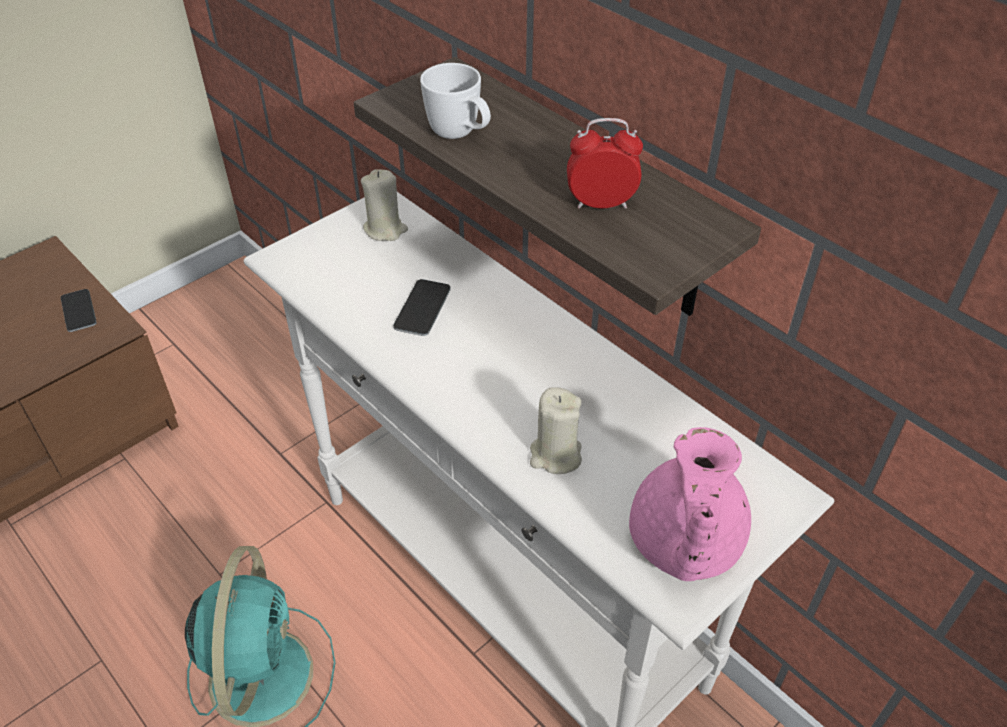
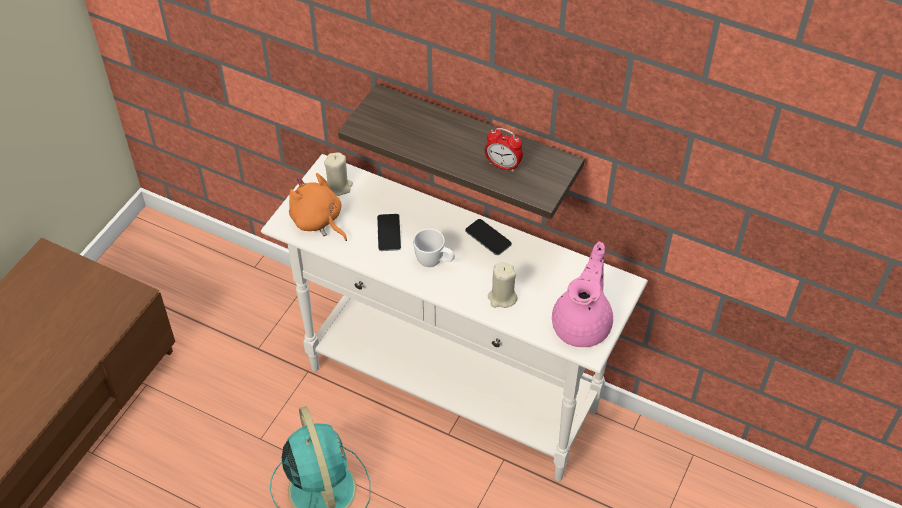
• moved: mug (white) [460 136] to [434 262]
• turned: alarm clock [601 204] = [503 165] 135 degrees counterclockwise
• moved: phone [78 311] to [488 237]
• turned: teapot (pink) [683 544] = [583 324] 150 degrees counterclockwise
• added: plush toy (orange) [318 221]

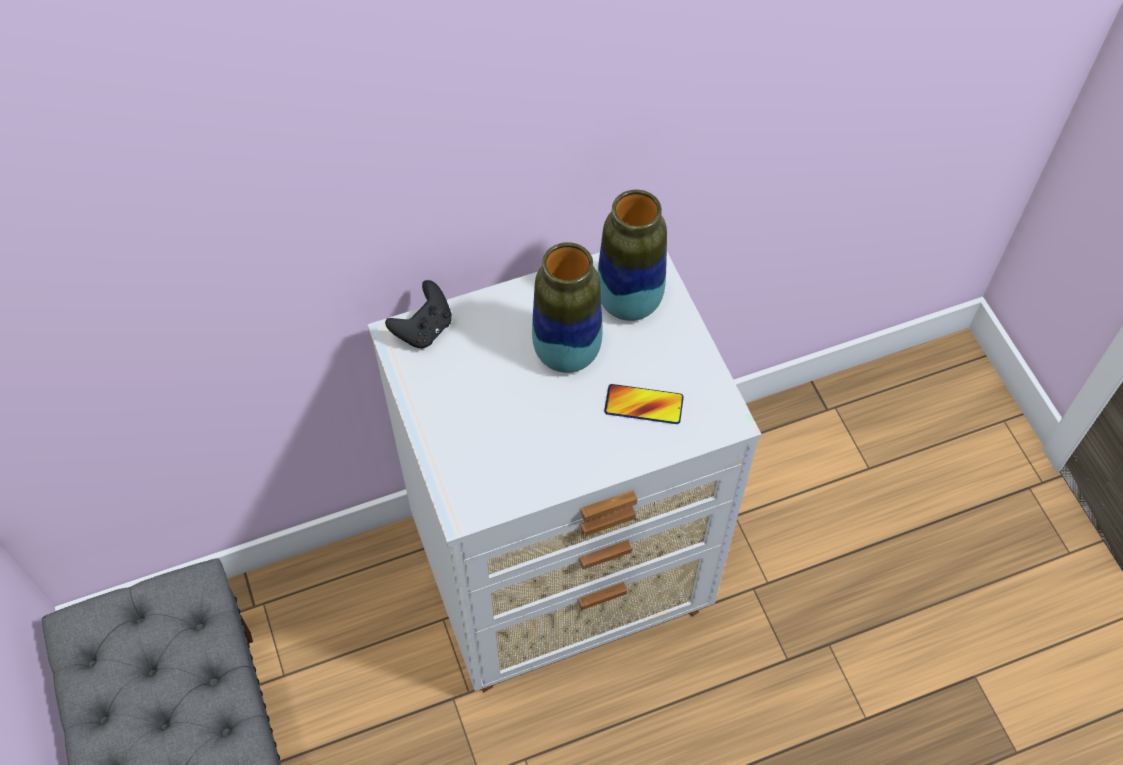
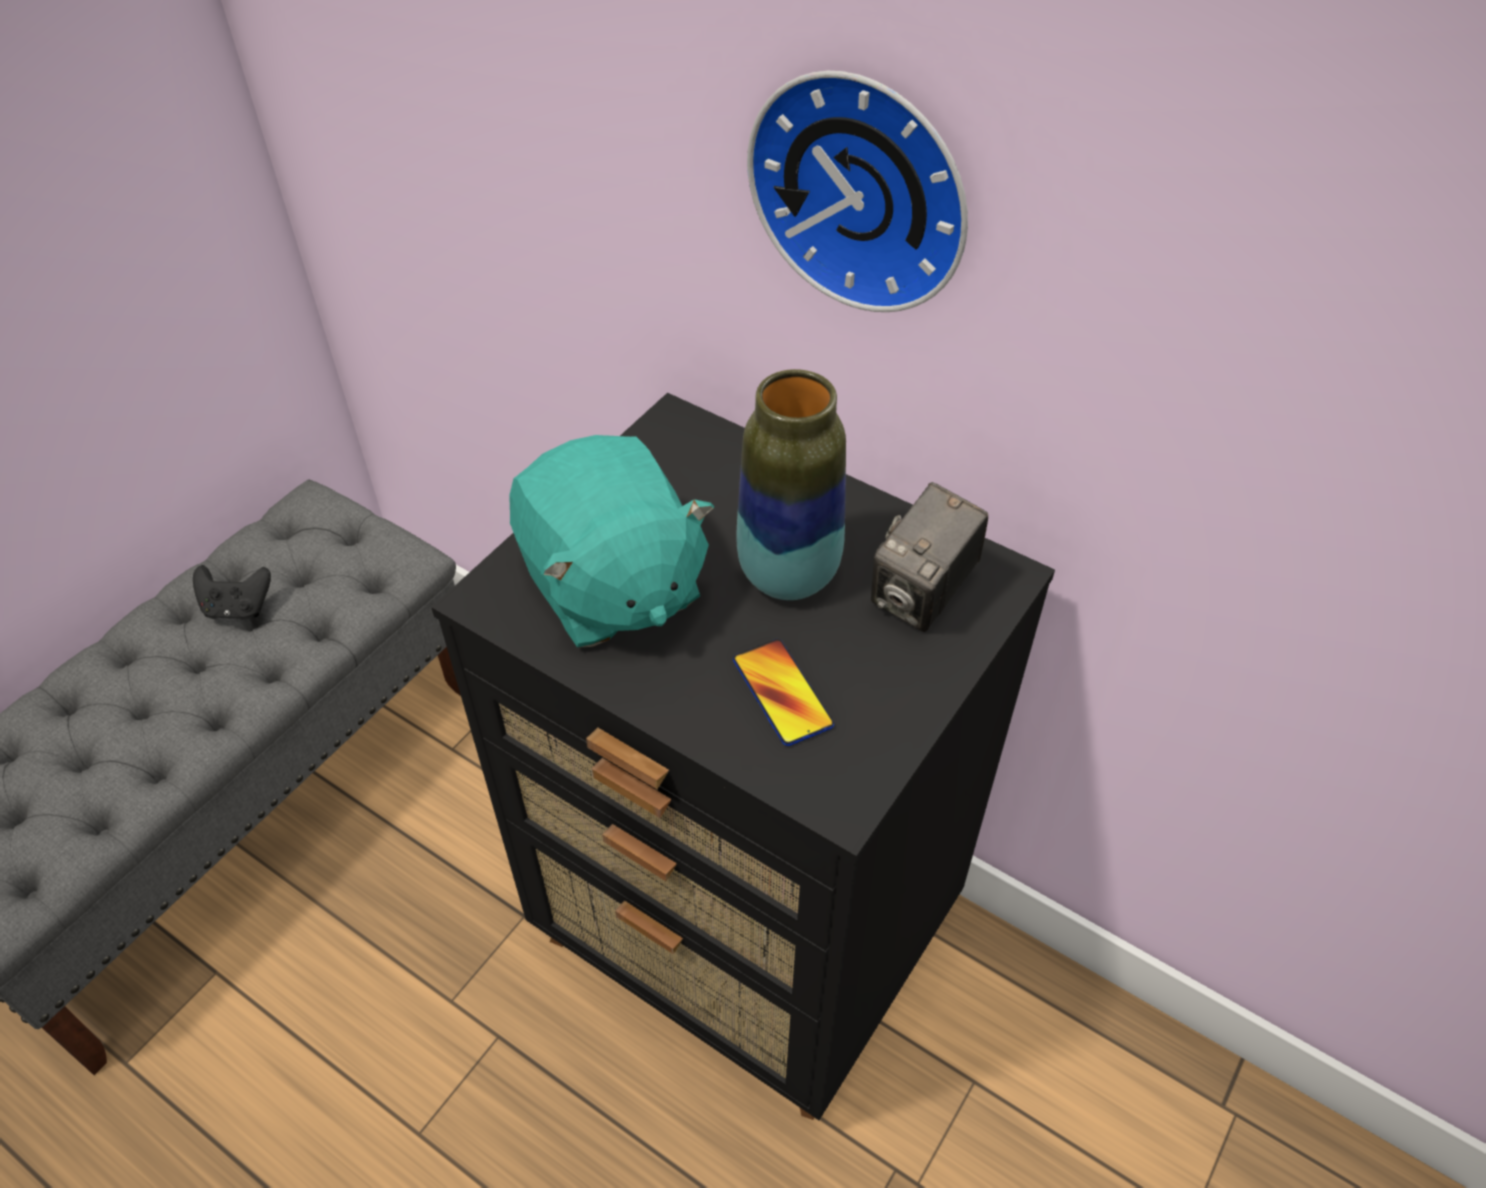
• replaced: vase [629 302] to photo camera [922 595]
• recoloured: dresser (white) [563 572] to dresser (black) [749 930]
• moved: game controller (black) [424 329] to [238 608]
• added: wall clock [864 188]
• added: plush toy (turquoise) [611 586]

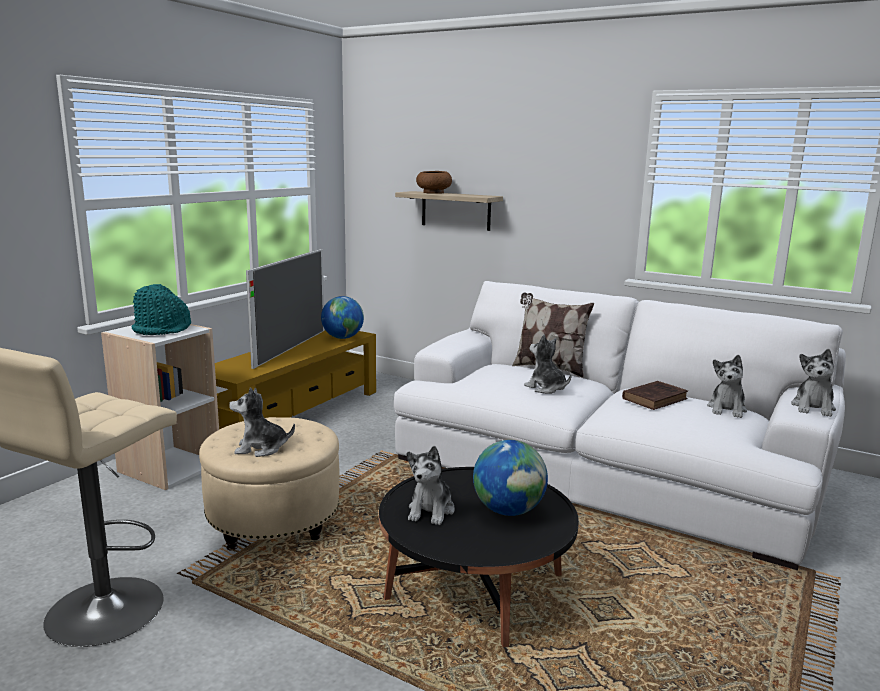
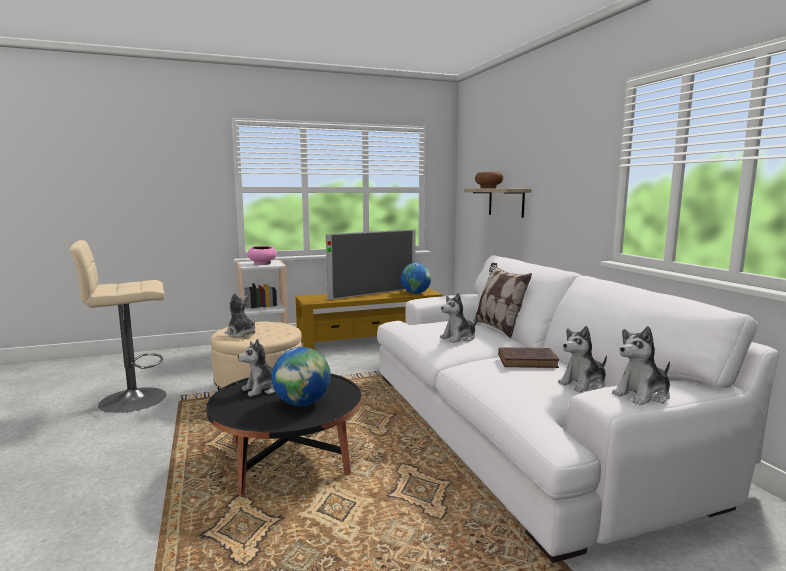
• replaced: hat (turquoise) [163 330] to bowl (pink) [262 263]
• turned: plush toy [546 388] = [459 338] 120 degrees counterclockwise

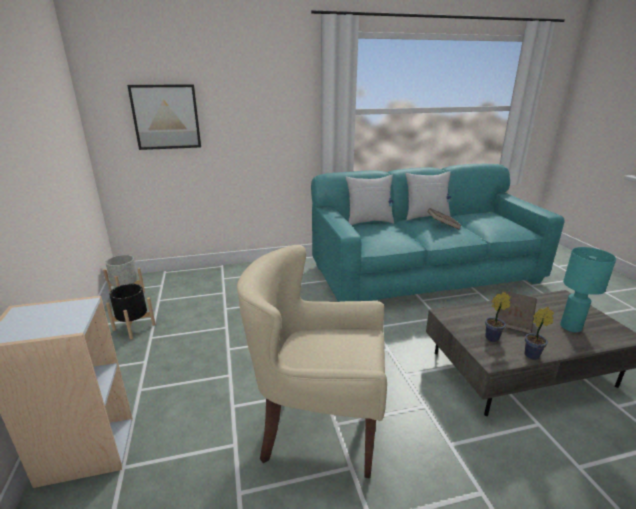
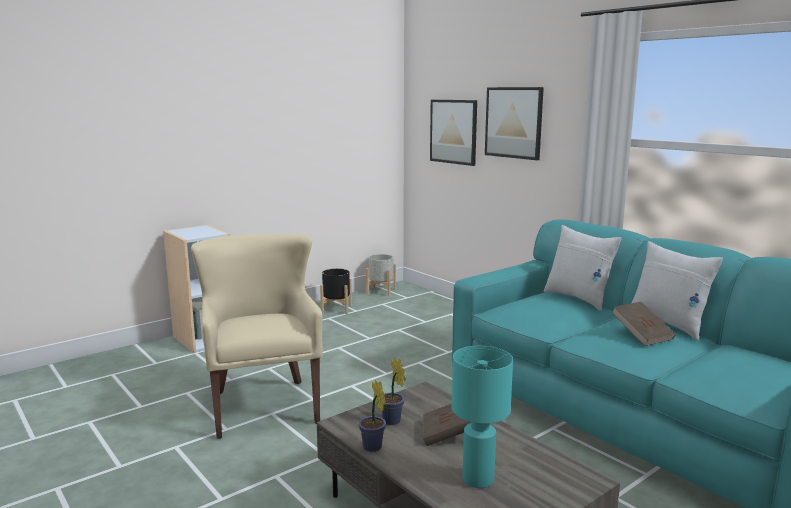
• added: picture [513 122]

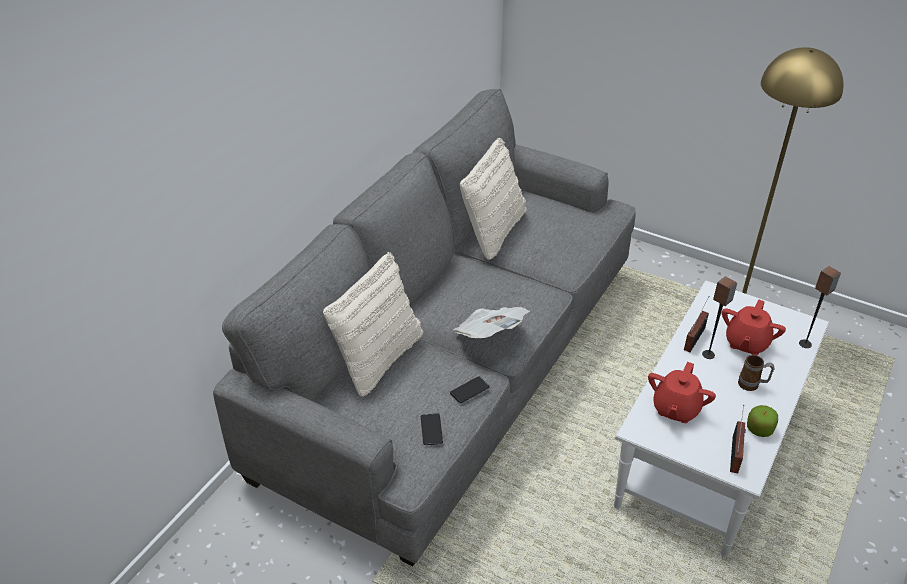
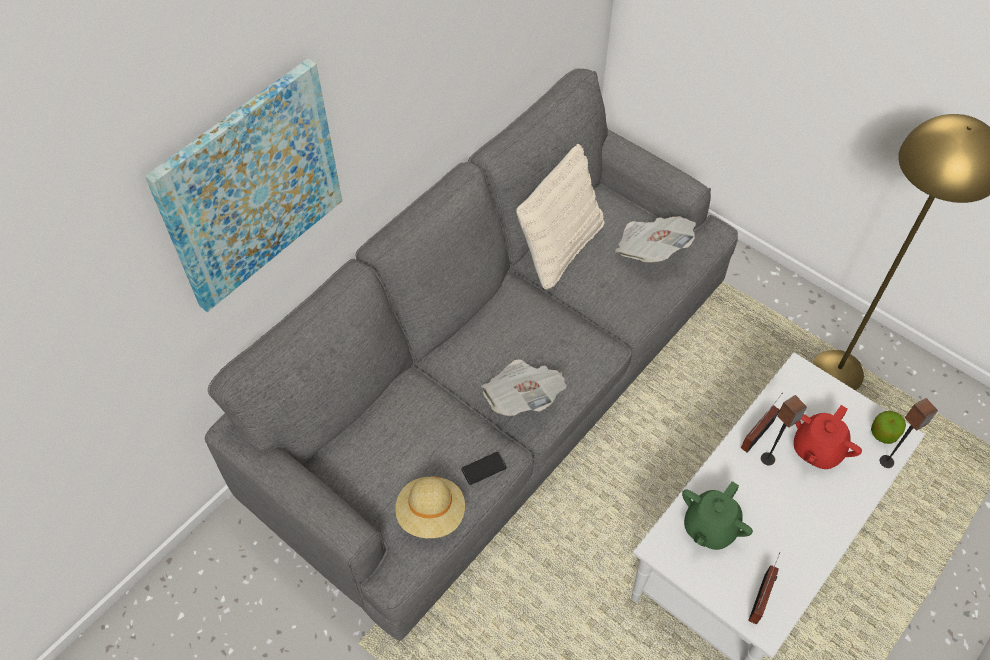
• removed: pillow (beige) [379 360]
• removed: mug [752 385]
• recoloured: teapot (red) [675 409] to teapot (green) [709 527]
• moved: apple [759 429] to [883 433]
• replaced: phone [431 429] to hat (beige) [431 514]
• added: picture [251 186]
• added: newspaper [651 250]

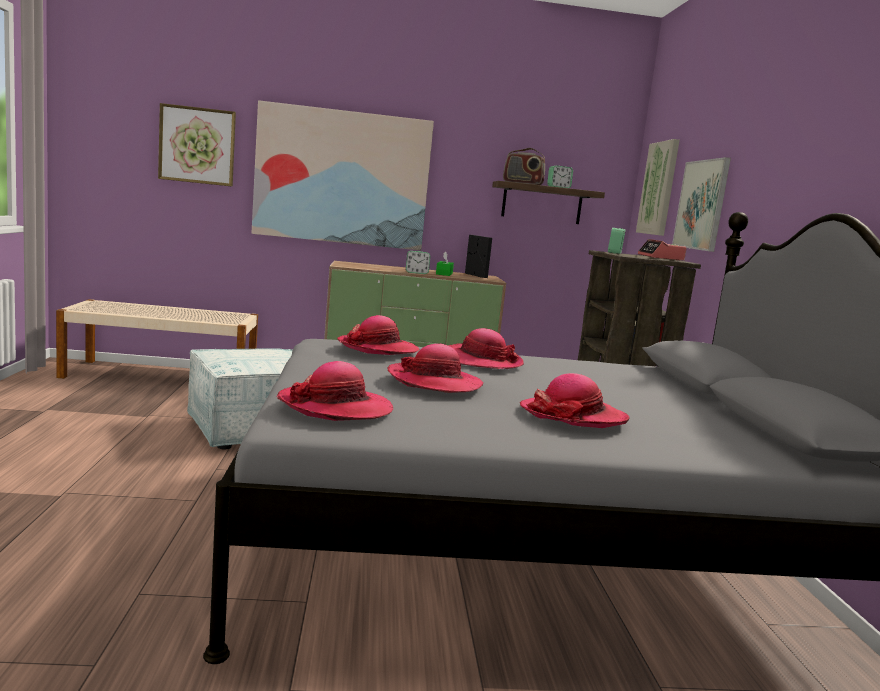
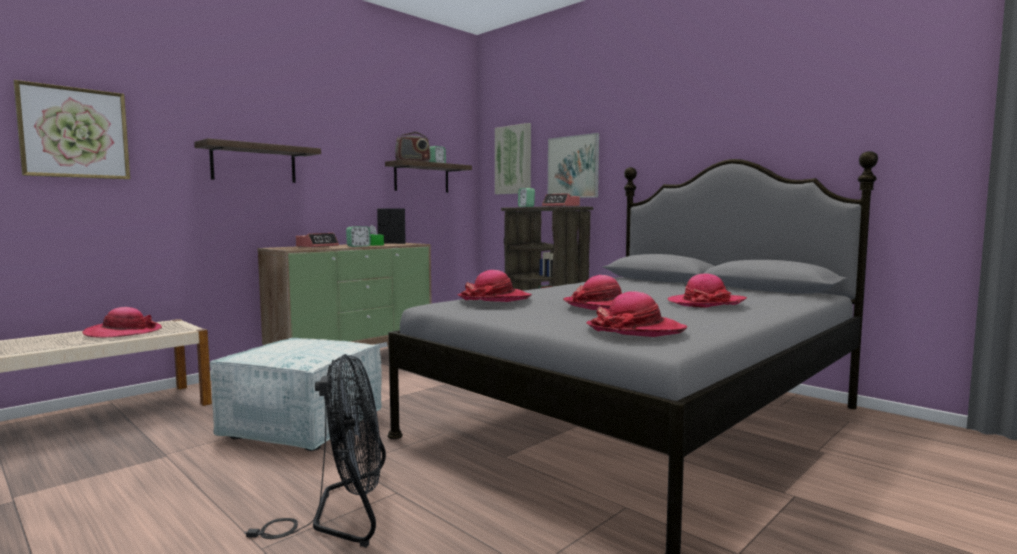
• replaced: picture [342 177] to shelf [254 164]
• moved: hat [481 361] to [123 332]
• added: alarm clock [317 246]
• added: fan (black) [341 511]

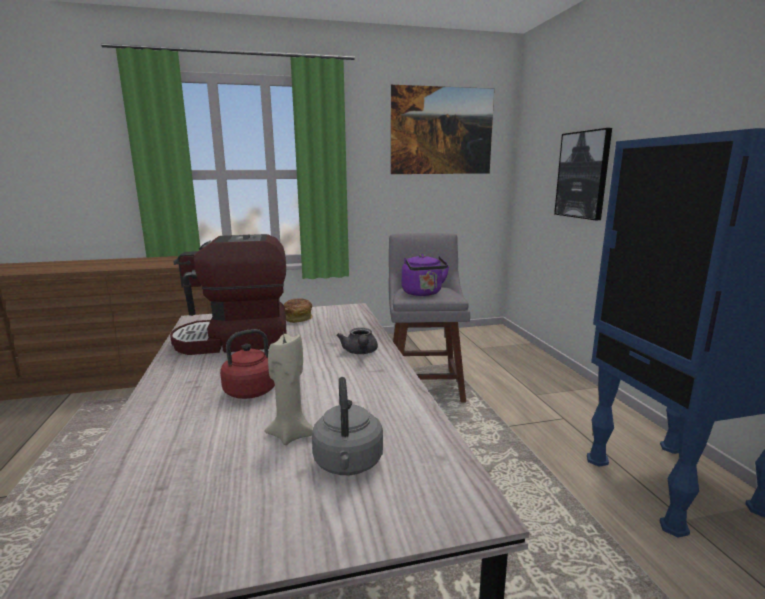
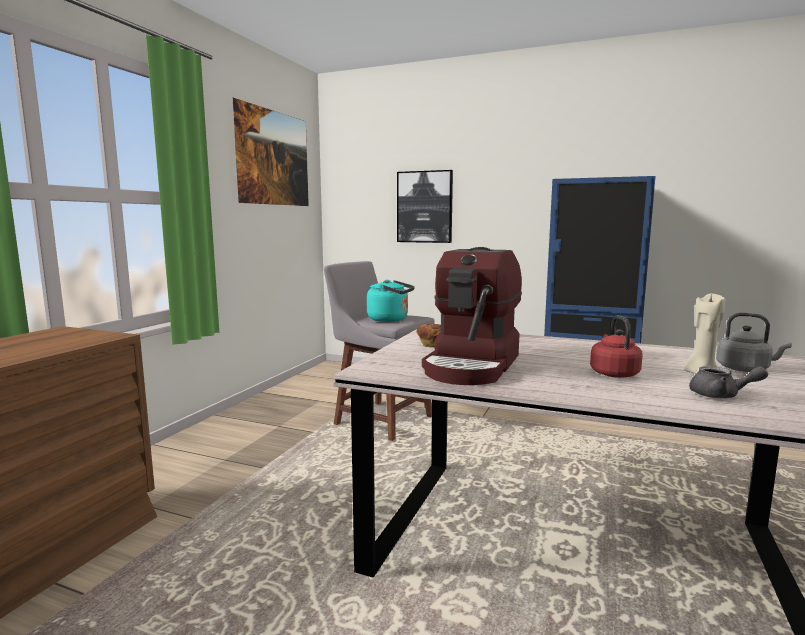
• recoloured: kettle (purple) [423 293] to kettle (turquoise) [390 319]
• moved: teapot (grey) [360 352] to [721 395]

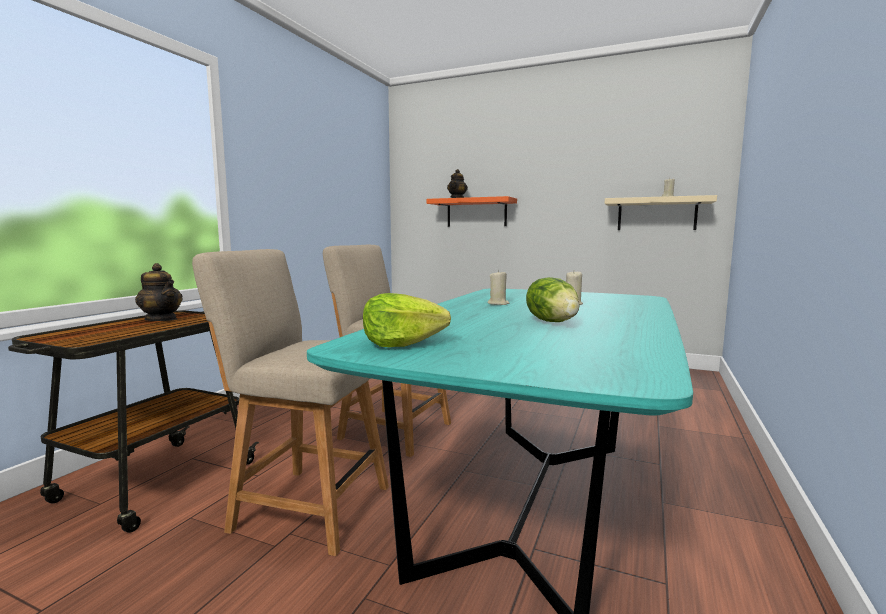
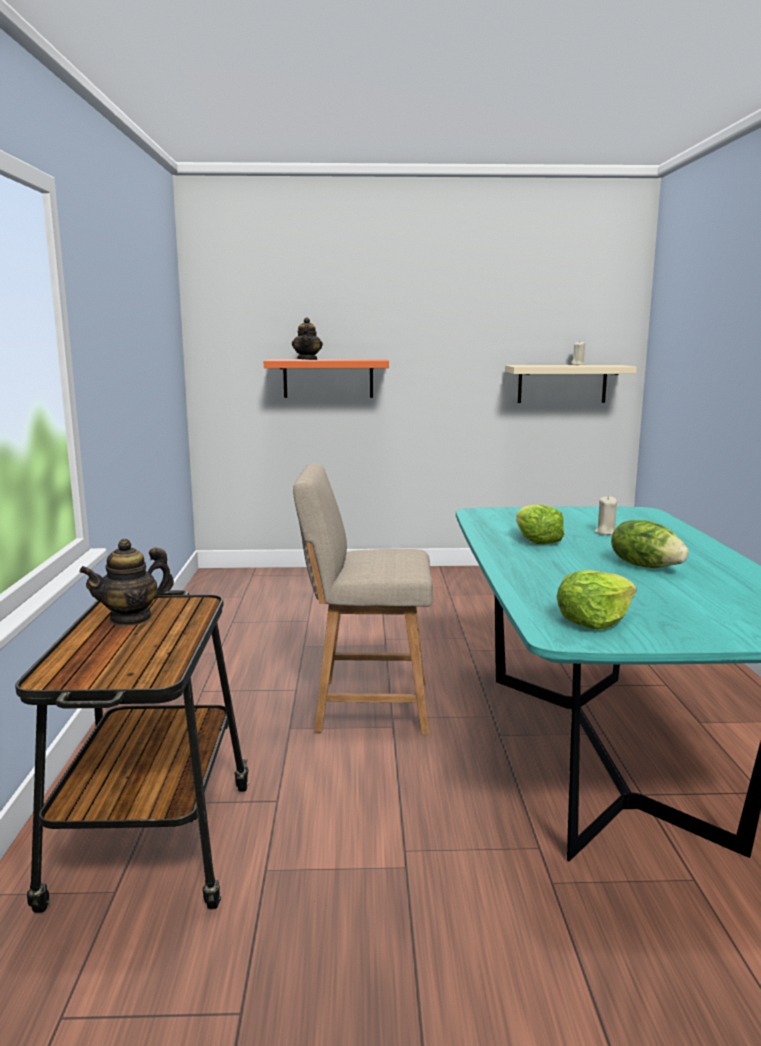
• removed: chair (beige) [305 506]
• turned: teapot [161 319] = [131 618] 135 degrees clockwise
• replaced: candle (beige) [498 304] to lettuce [536 541]

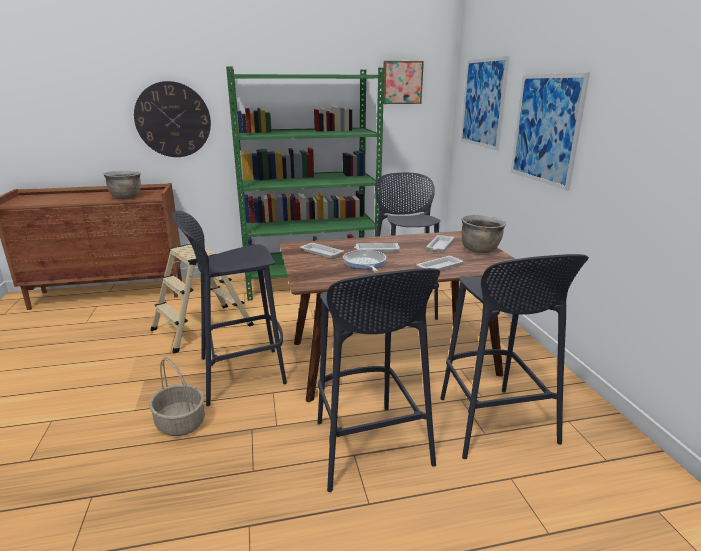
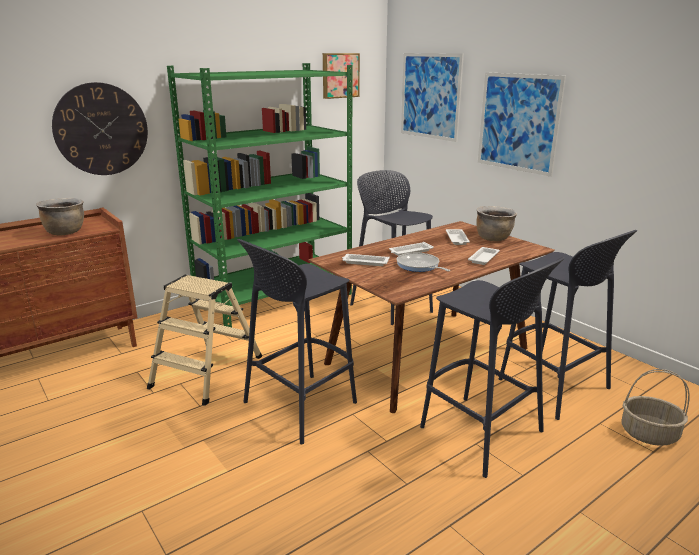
• moved: basket [181 423] to [649 434]

